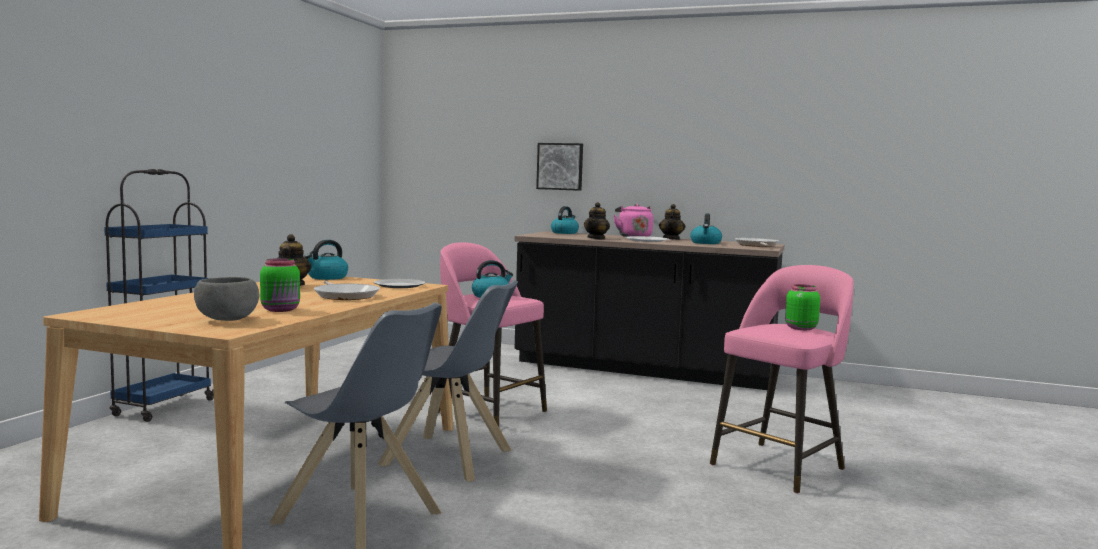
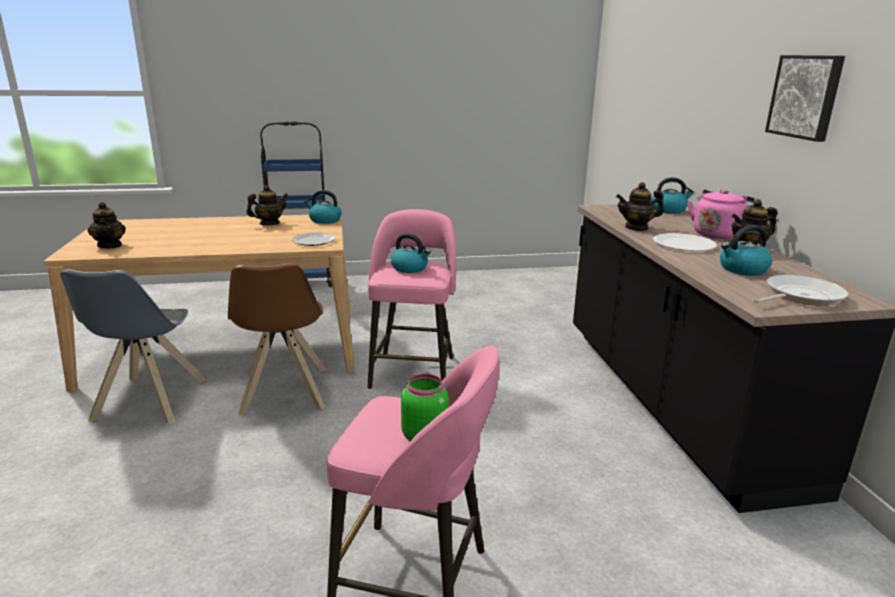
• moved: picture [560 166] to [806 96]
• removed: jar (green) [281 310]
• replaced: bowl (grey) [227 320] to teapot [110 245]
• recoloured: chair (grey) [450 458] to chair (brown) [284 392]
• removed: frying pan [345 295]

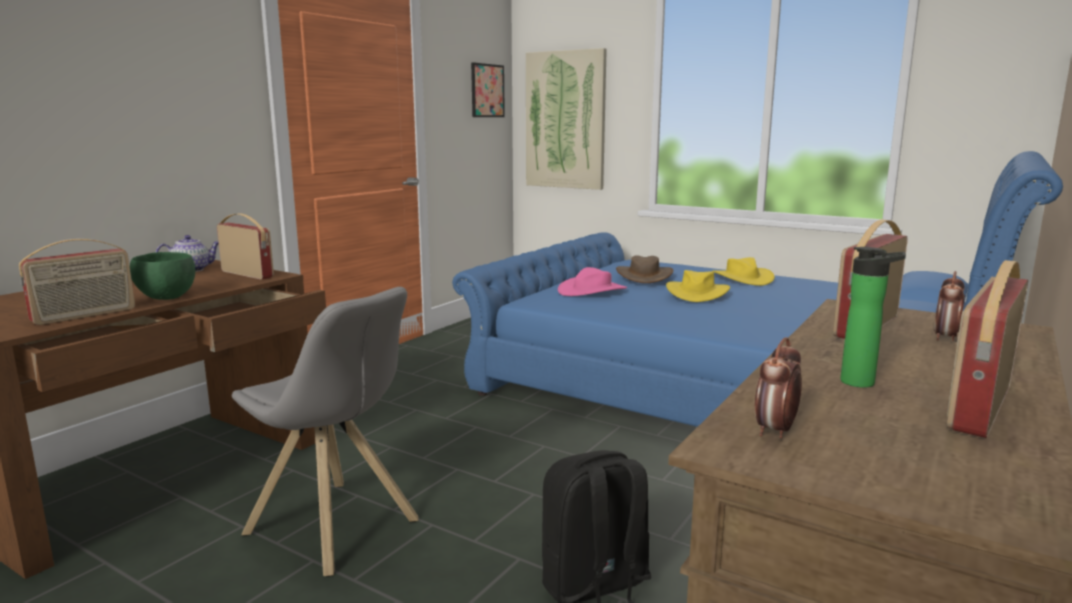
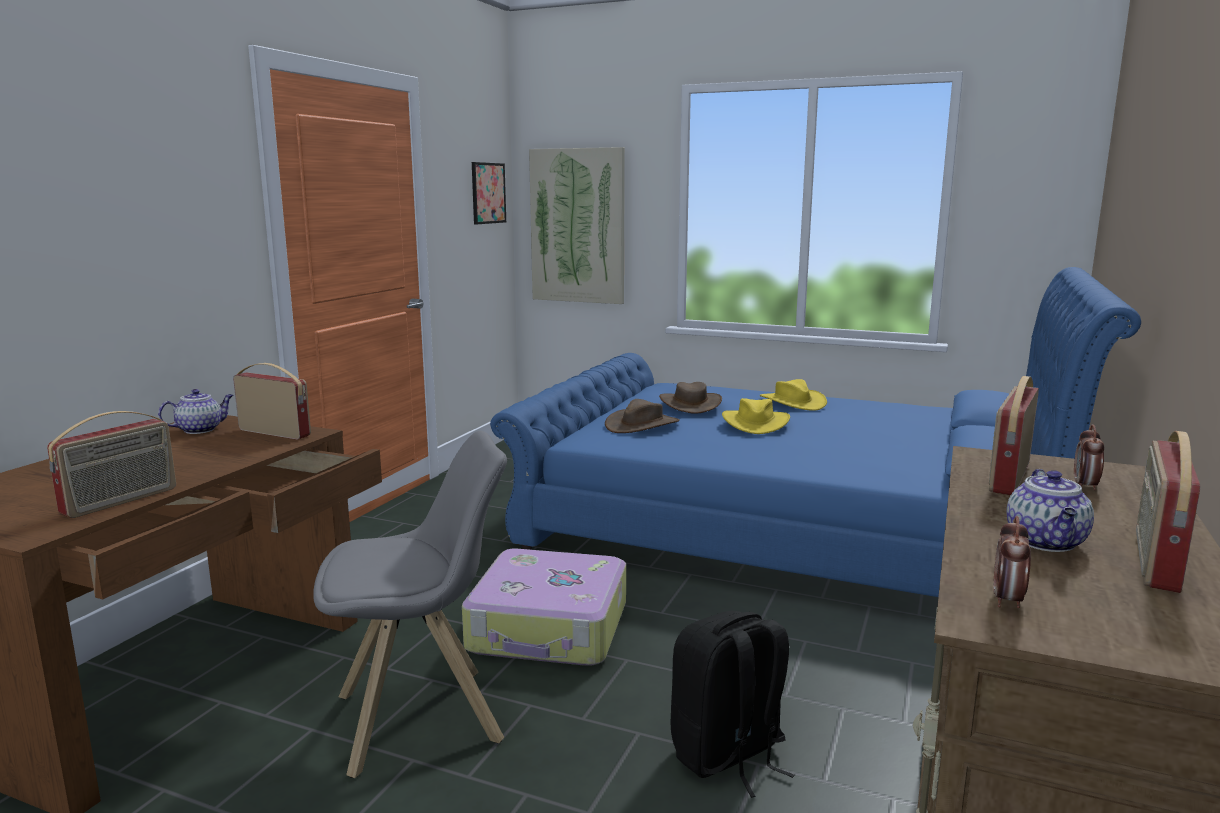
• replaced: bottle [863 383] to teapot [1047 543]
• removed: bowl (green) [166 297]
• recoloured: hat (pink) [592 290] to hat (brown) [642 425]
• turned: chair (grey) [334 526] = [420 718] 45 degrees counterclockwise
• added: suitcase [549 628]

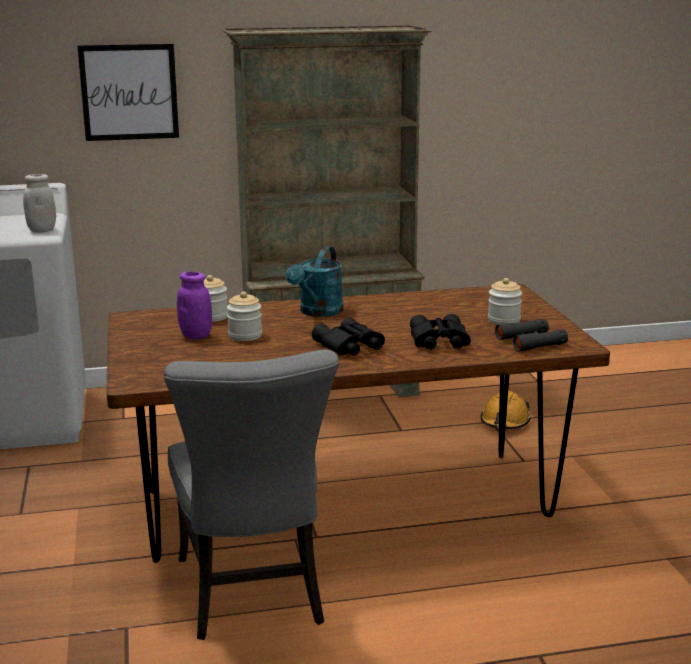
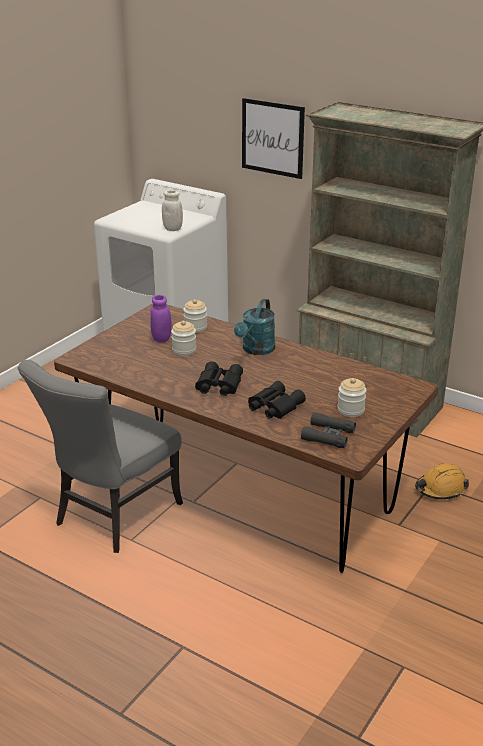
• turned: watering can (turquoise) [318 312] = [256 350] 45 degrees counterclockwise

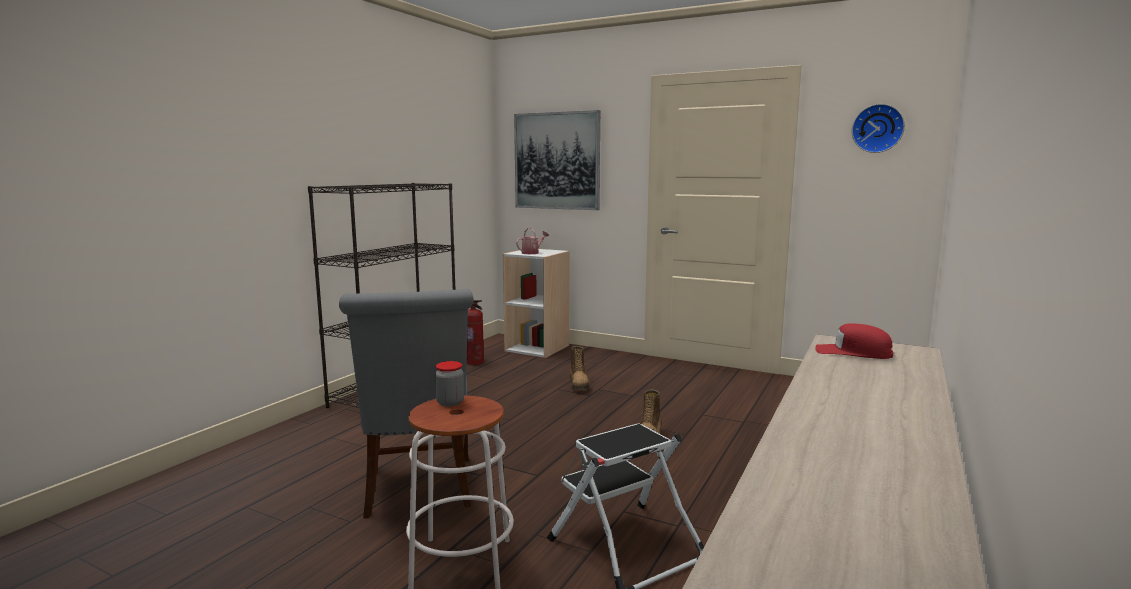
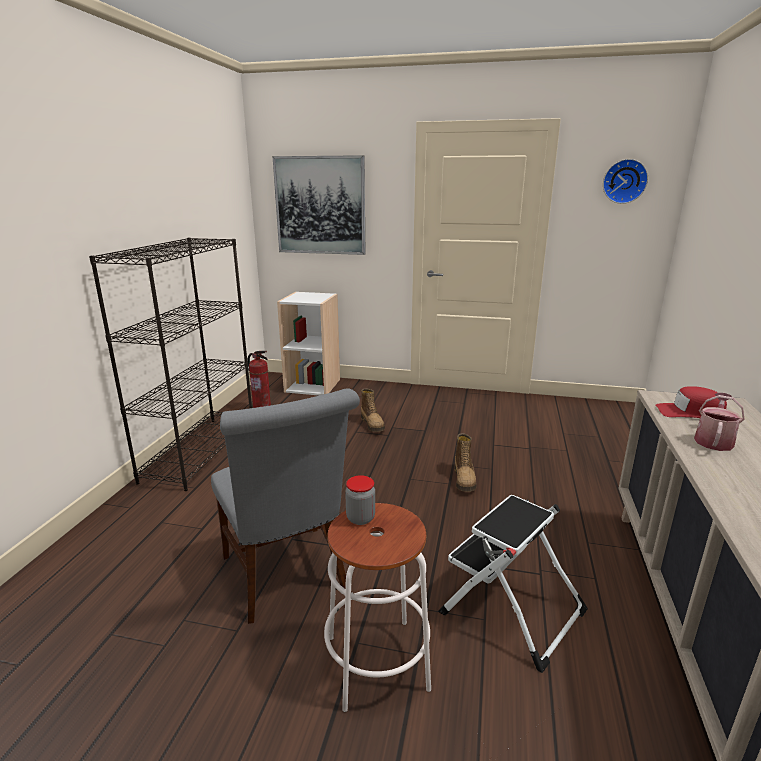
• moved: watering can [532 252] to [713 440]

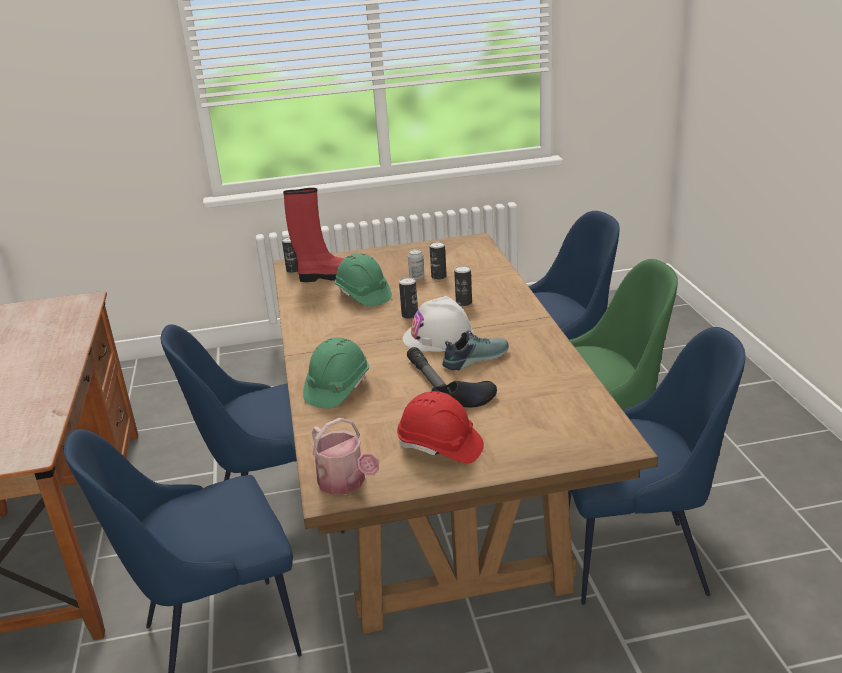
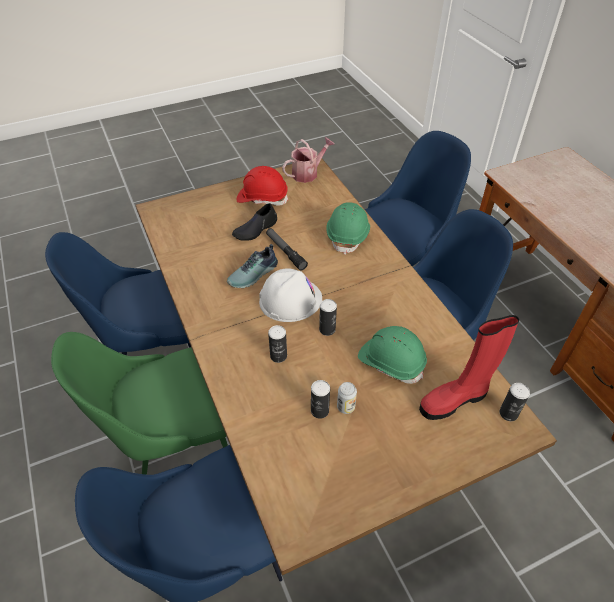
• turned: watering can [345 483] = [308 173] 105 degrees clockwise

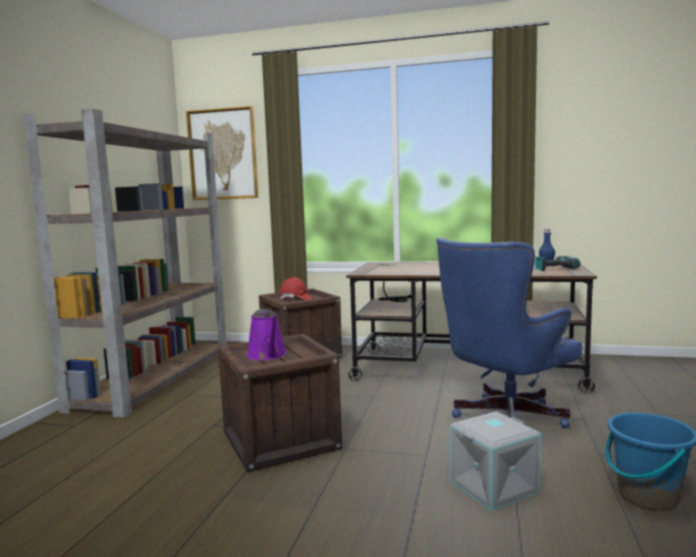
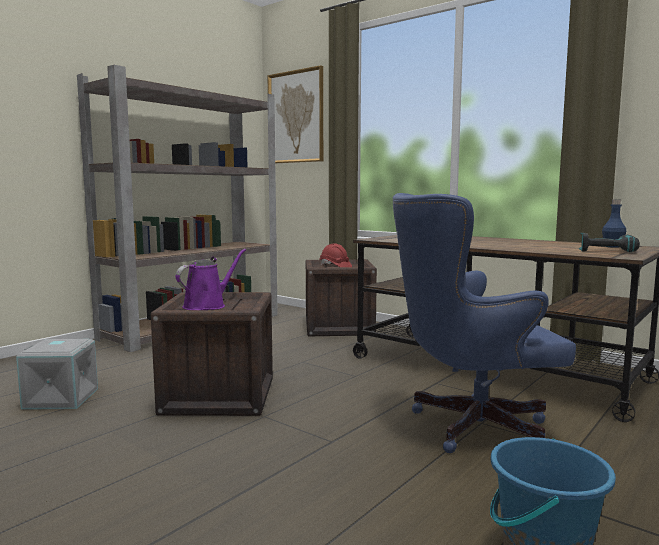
• turned: watering can (purple) [268 355] = [207 305] 150 degrees counterclockwise
• moved: storage box (grey) [494 487] to [60 399]

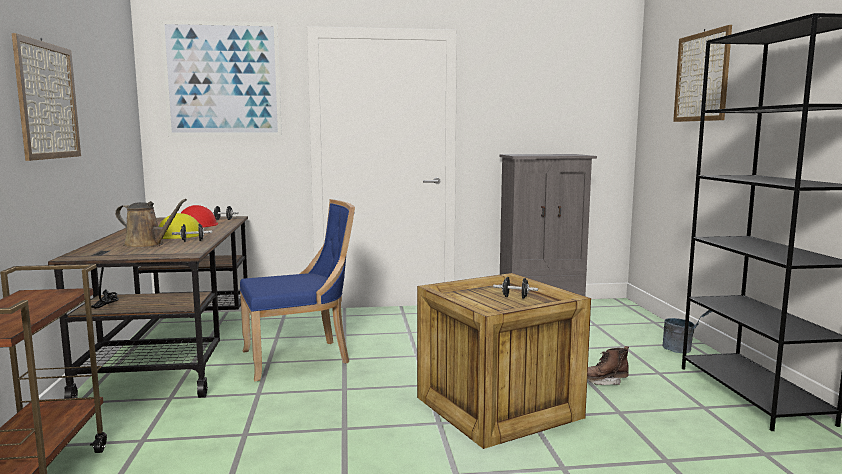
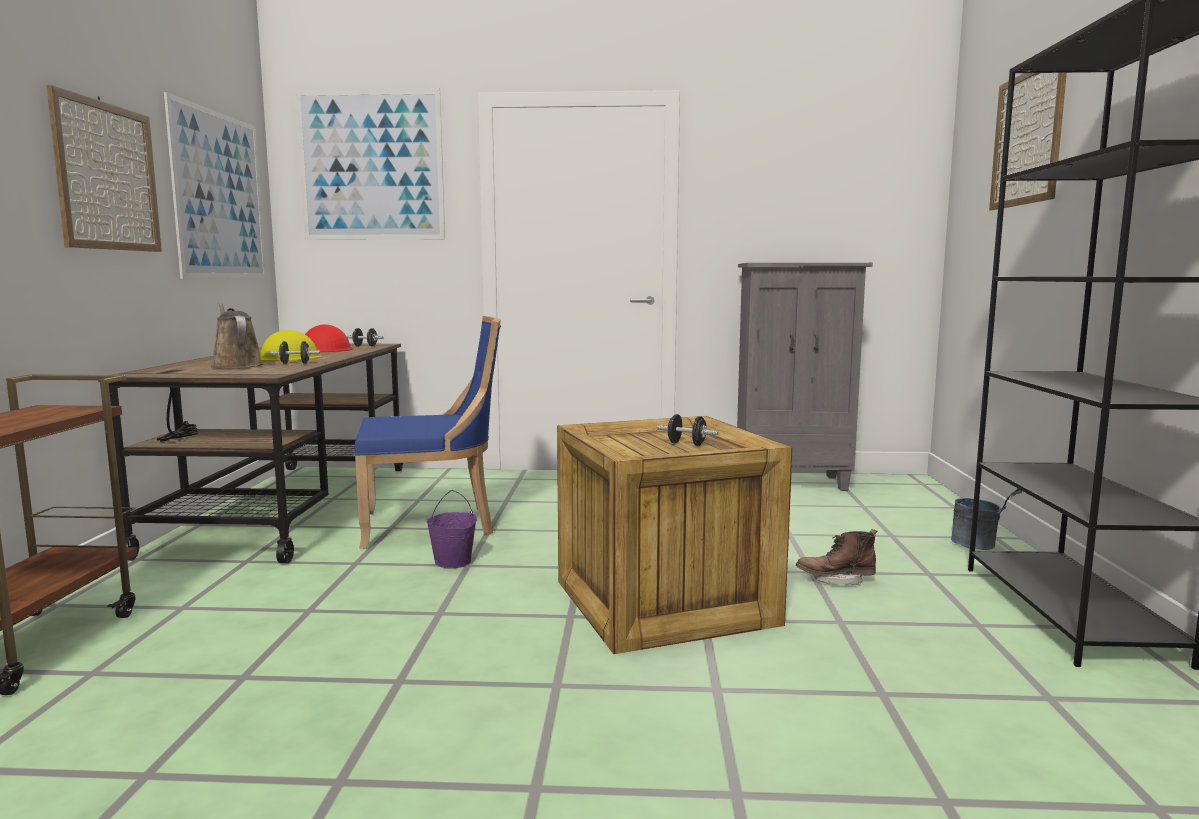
• turned: watering can (brown) [147 245] = [236 365] 150 degrees counterclockwise
• added: picture [219 196]
• added: bucket (purple) [453 562]

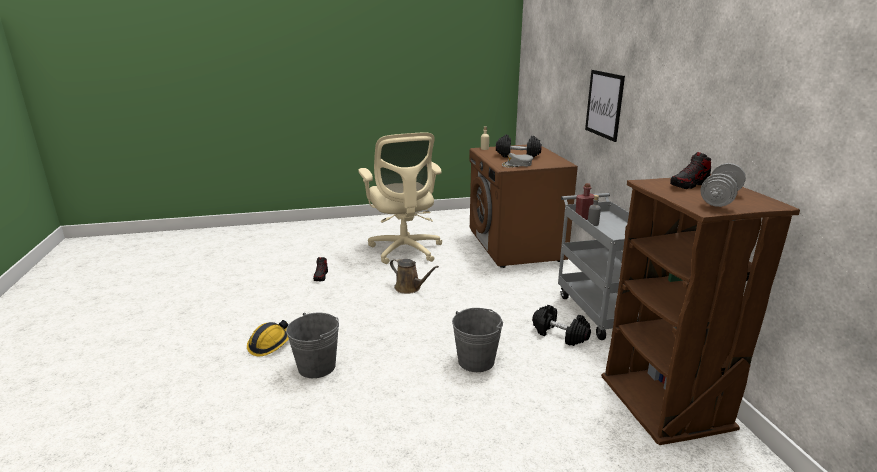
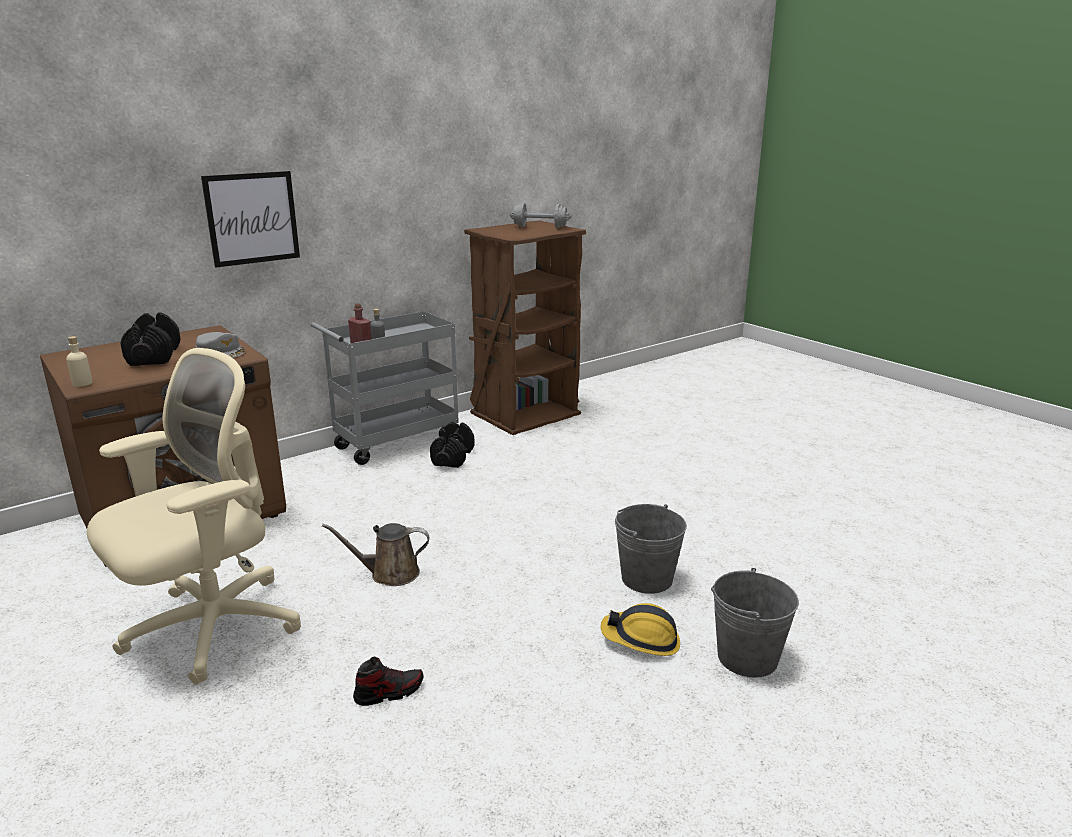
• removed: shoe [689 185]
• turned: watering can (brown) [410 288] = [389 574] 105 degrees counterclockwise
• moved: bucket (grey) [476 361] to [747 657]

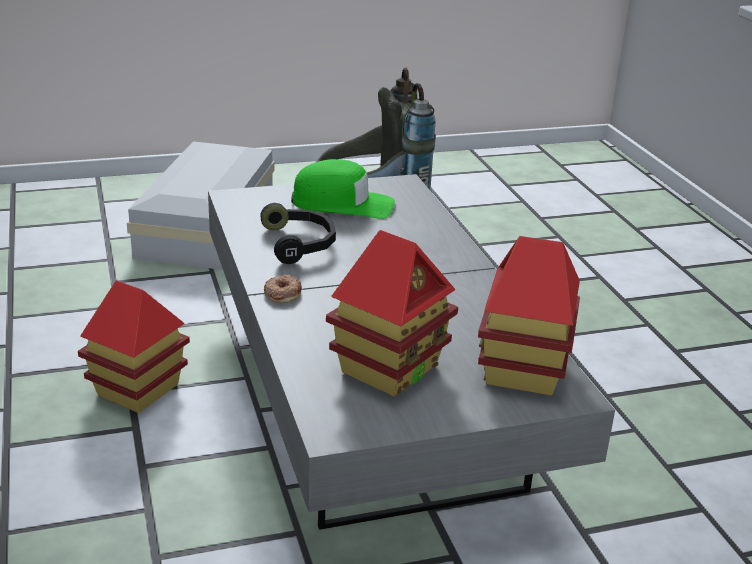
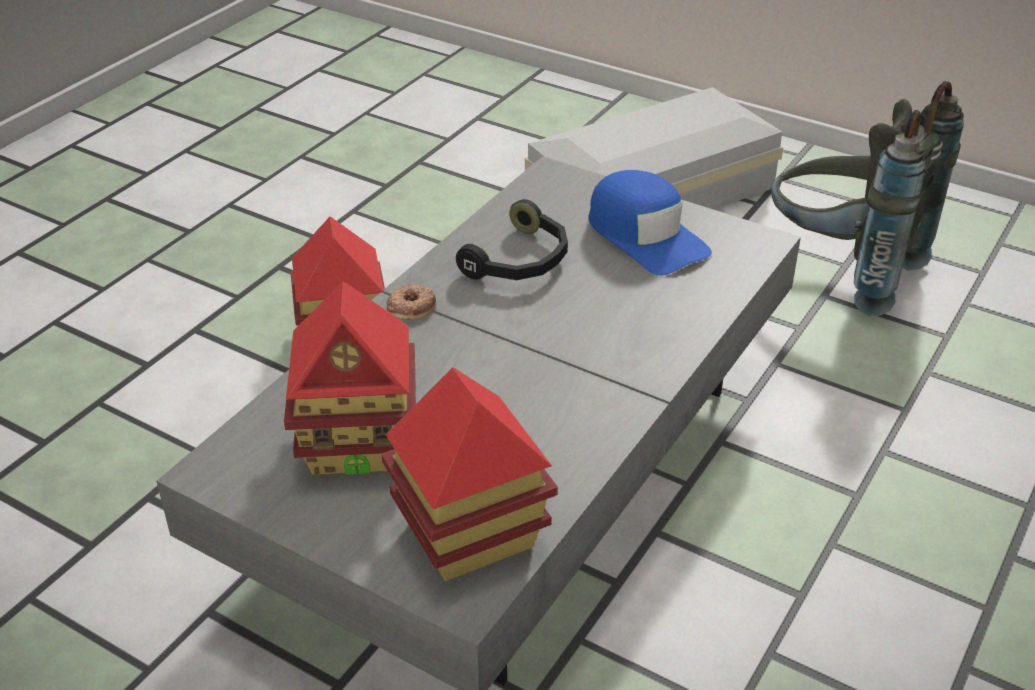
• recoloured: cap (green) [343 204] to cap (blue) [645 235]

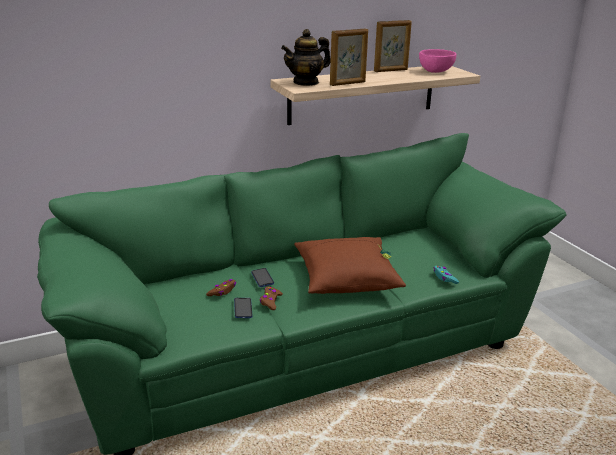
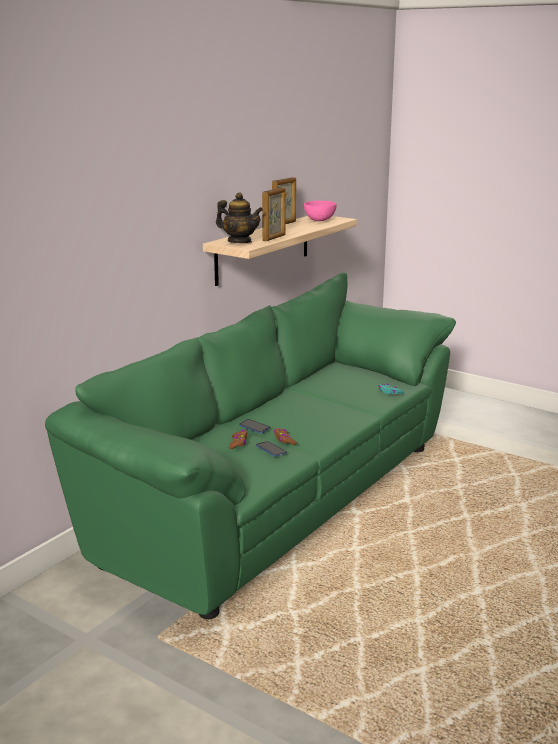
• turned: teapot [306 82] = [239 241] 90 degrees counterclockwise
• removed: pillow (brown) [346 280]

